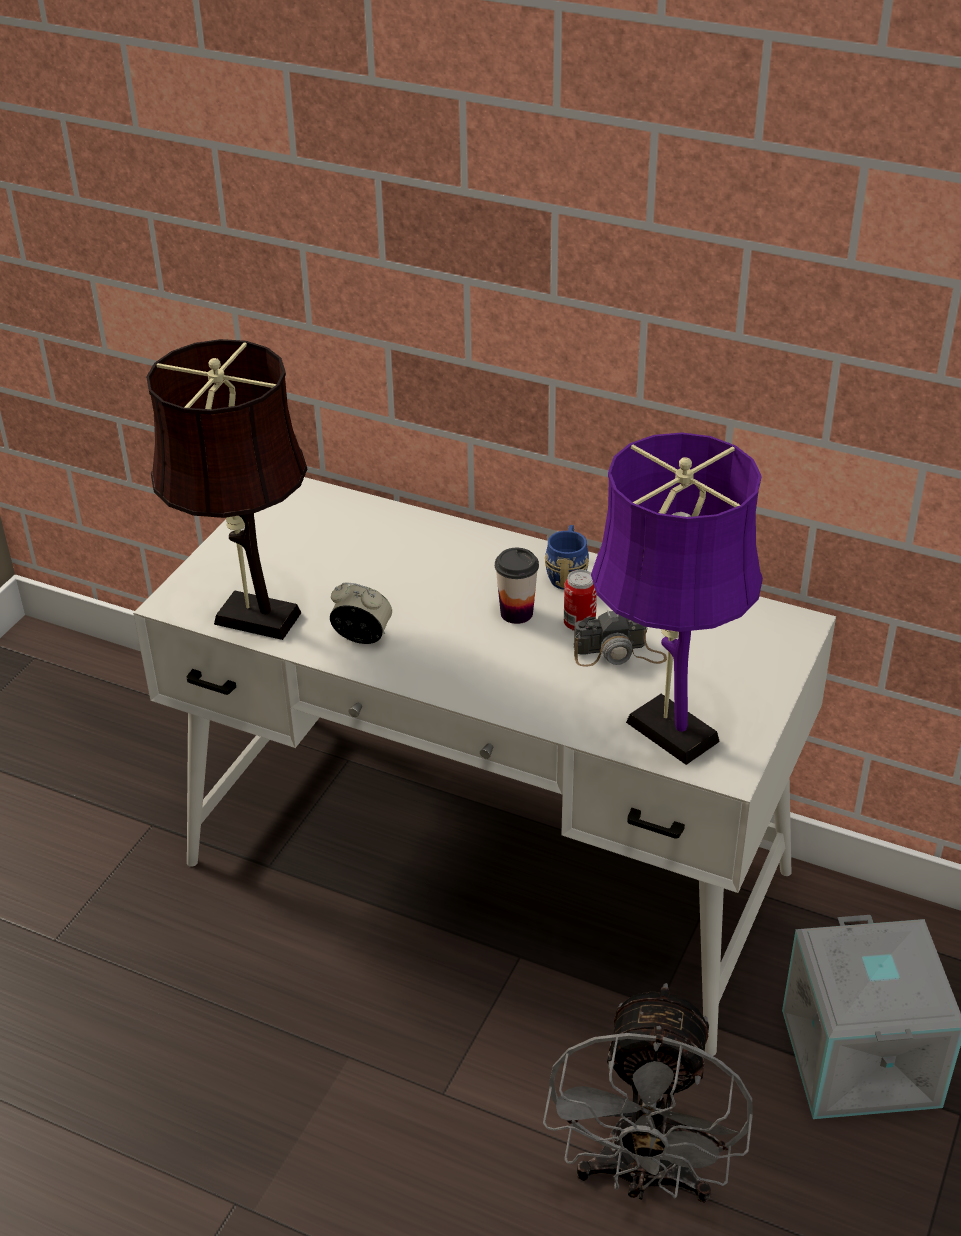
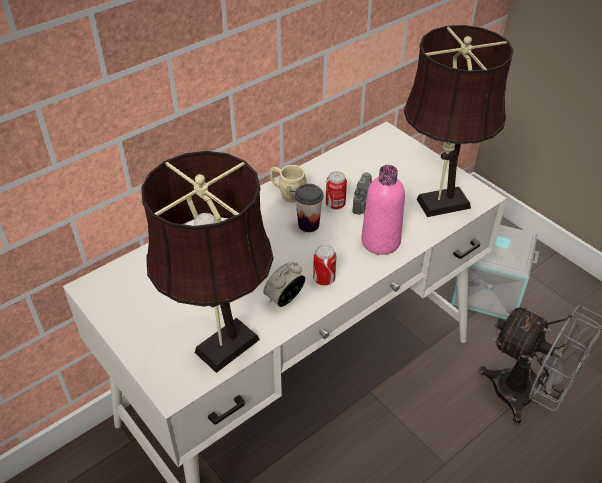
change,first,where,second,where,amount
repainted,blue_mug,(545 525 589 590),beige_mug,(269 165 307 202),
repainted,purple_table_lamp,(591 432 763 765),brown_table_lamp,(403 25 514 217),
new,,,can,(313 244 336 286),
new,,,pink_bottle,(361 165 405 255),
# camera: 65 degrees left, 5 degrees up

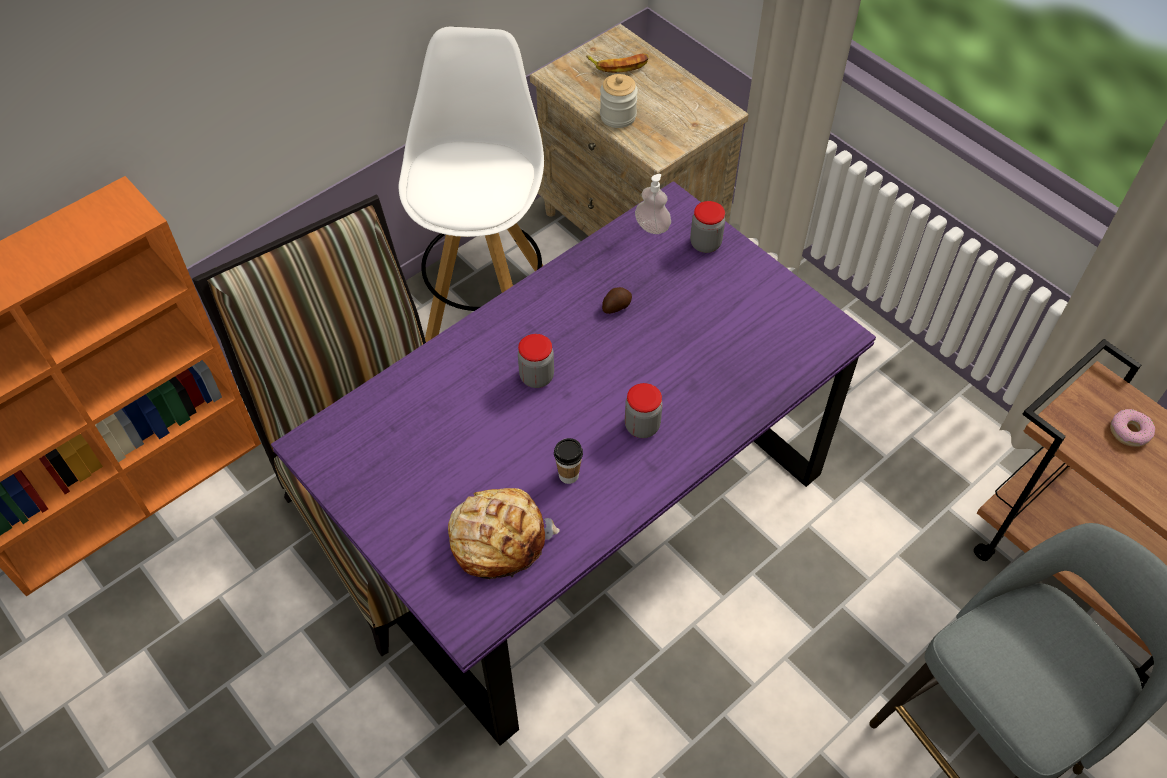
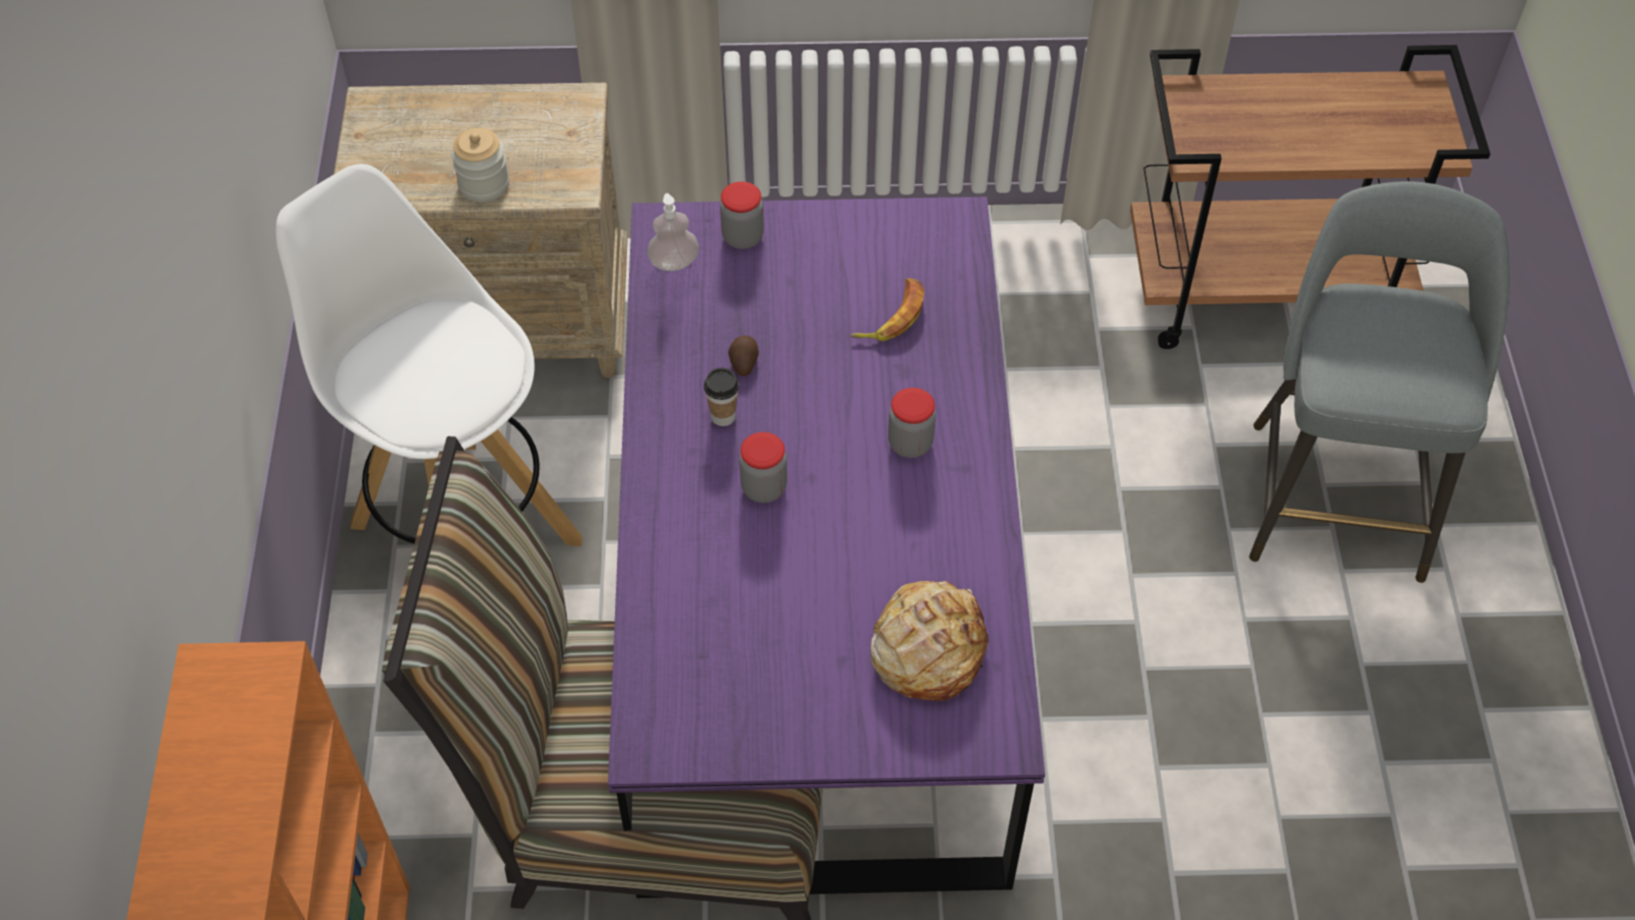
change,first,where,second,where,amount
shifted,cup,(554 438 583 484),,(704 368 739 426),
shifted,banana,(586 53 649 73),,(850 278 925 341),
gone,donut,(1110 409 1155 447),,,
# camera: 50 degrees left, 0 degrees up

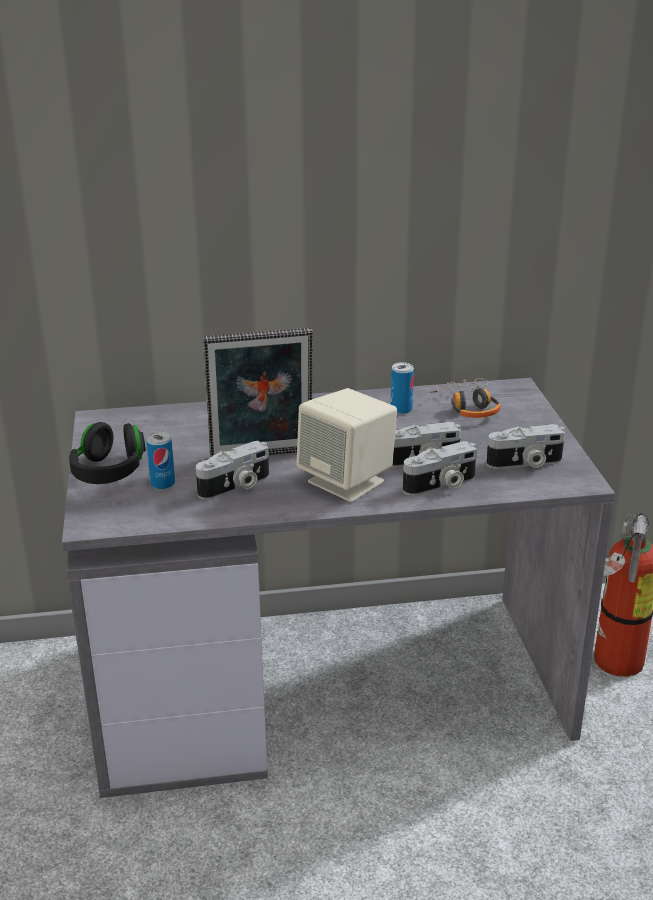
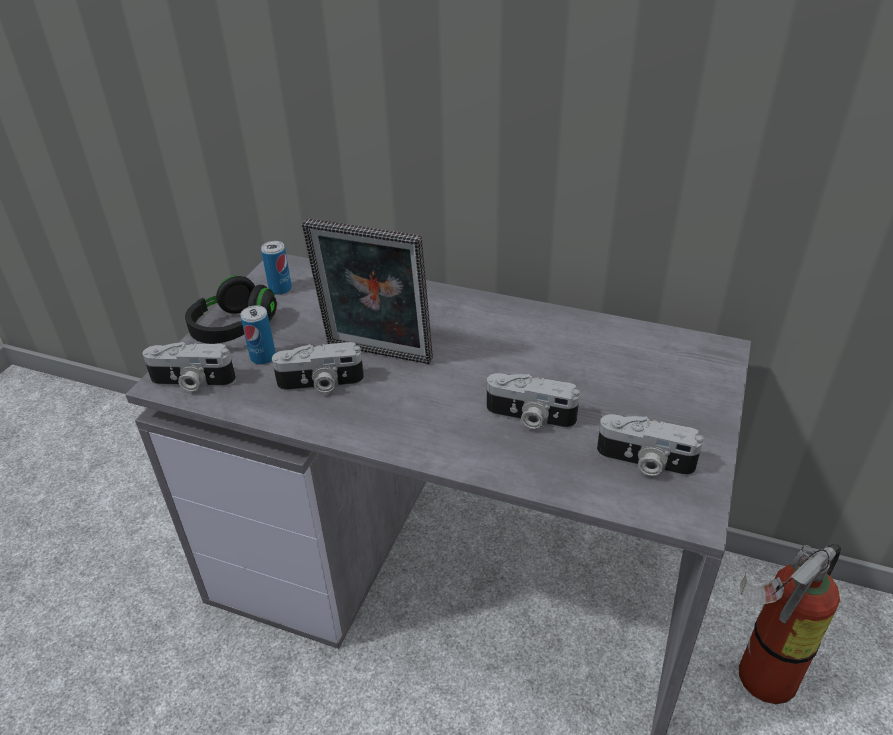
change,first,where,second,where,amount
gone,beige_speaker,(296 388 397 502),,,
shifted,can,(391 362 414 414),,(261 241 292 295),
shifted,photo_camera,(403 441 477 496),,(142 342 236 391),
gone,headphones,(430 378 501 418),,,
# camera: 30 degrees right, 10 degrees up

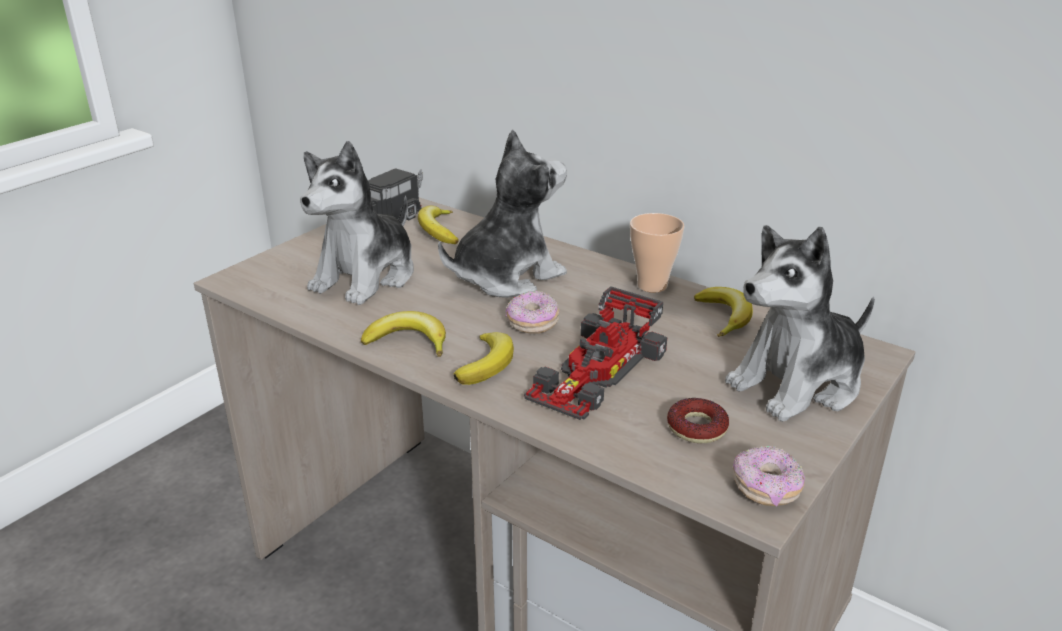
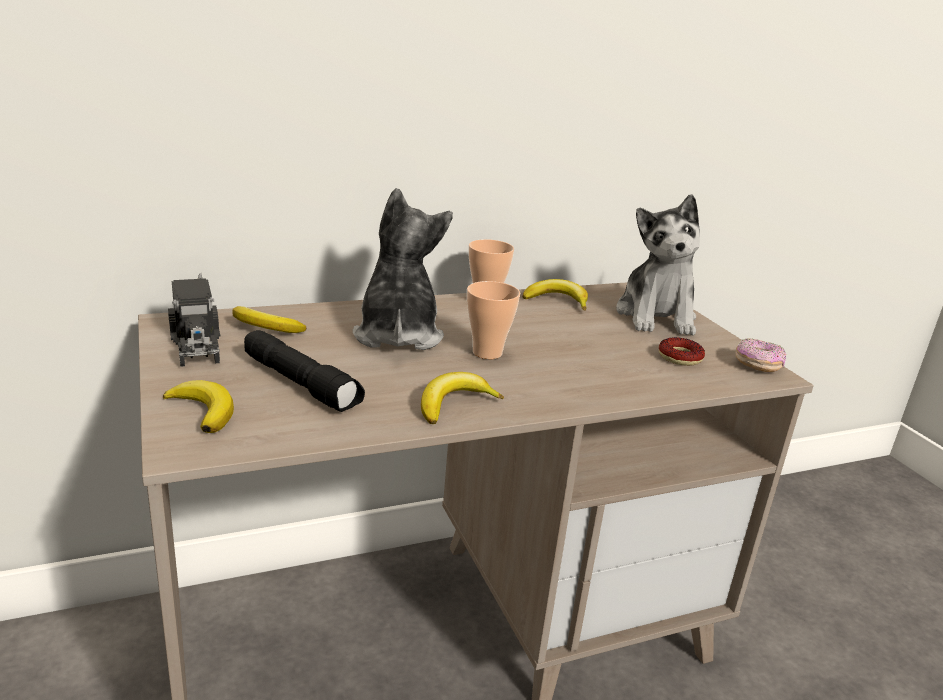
change,first,where,second,where,amount
swapped,plush_toy,(300 141 414 305),black_flashlight,(244 330 365 412),
shifted,banana,(454 332 514 385),,(163 380 234 433),
swapped,donut,(506 290 559 334),cup,(467 281 520 359),
gone,toy_car,(524 286 667 420),,,
# camera: 60 degrees left, 5 degrees down

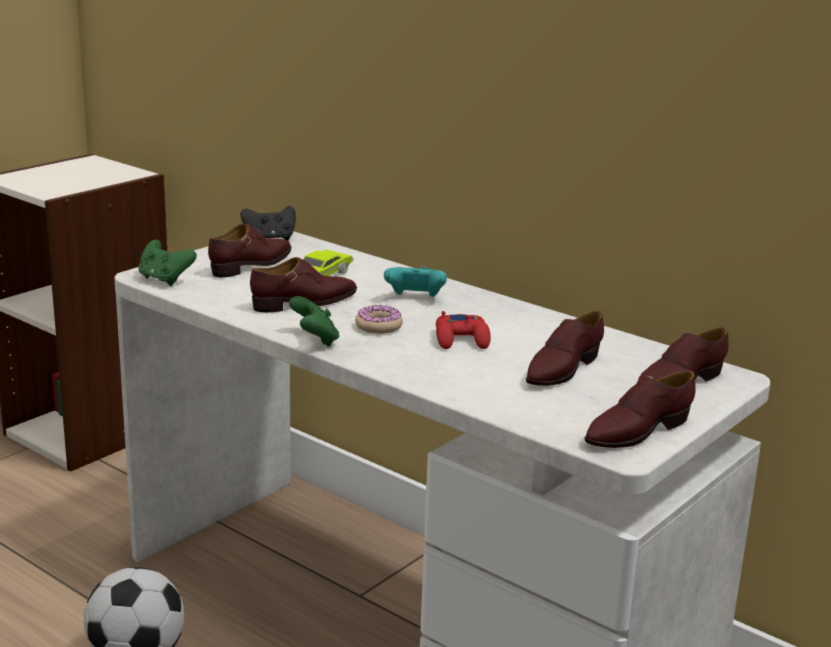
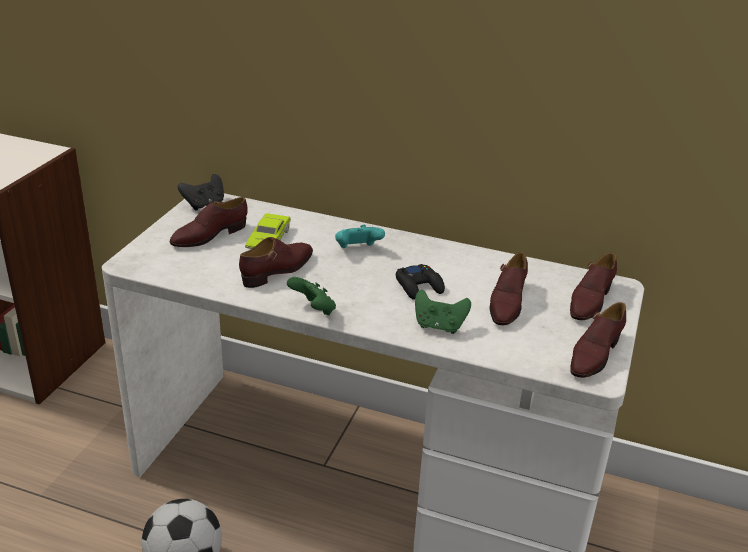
change,first,where,second,where,amount
shifted,green_game_controller,(138 240 197 286),,(415 290 471 334),
rotated,brown_shoe,(208 224 292 277),,(169 197 248 247),150 degrees counterclockwise
gone,donut,(355 305 403 334),,,
repainted,red_game_controller,(436 311 491 349),black_game_controller,(396 264 445 300),
# camera: 20 degrees left, 10 degrees up

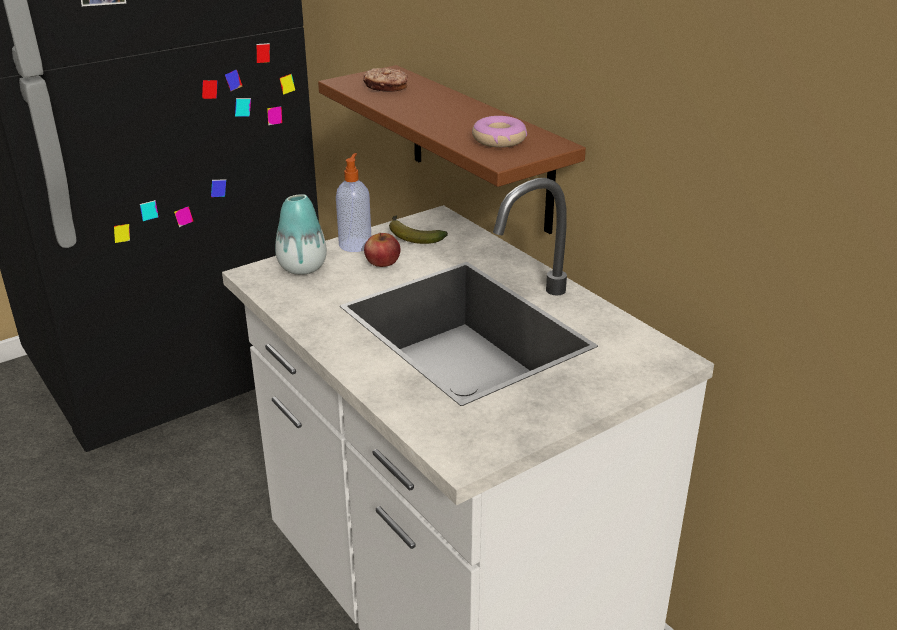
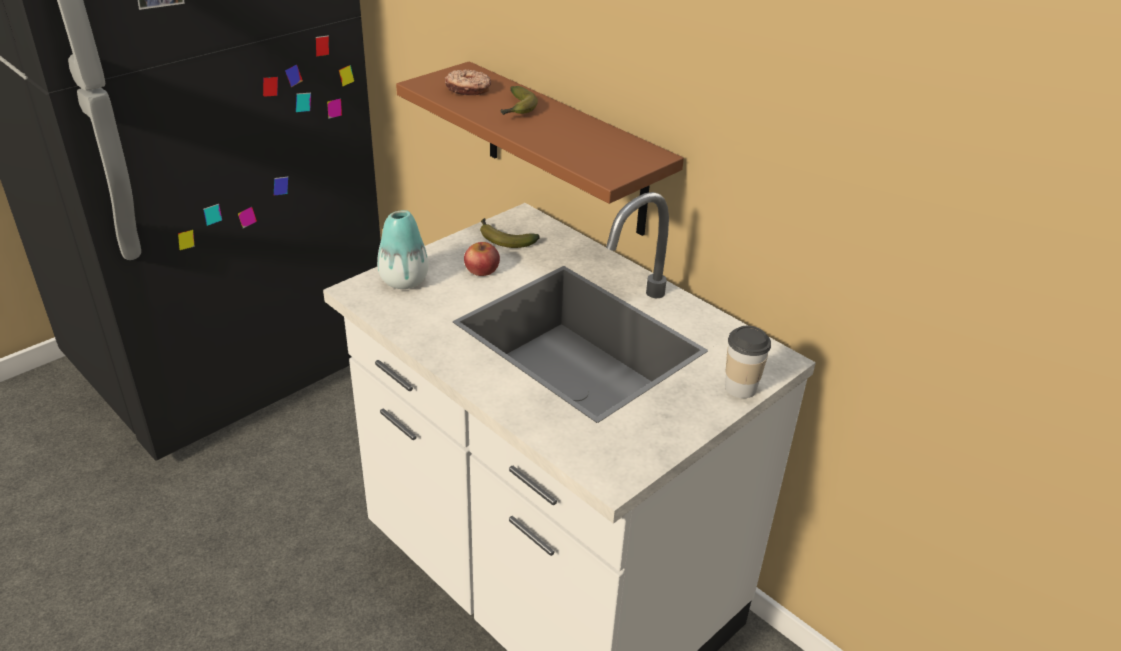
change,first,where,second,where,amount
gone,soap_dispenser,(336 153 371 252),,,
gone,donut,(472 116 527 148),,,
new,,,banana,(501 86 538 115),
new,,,cup,(725 326 771 398),
# camera: 10 degrees left, 5 degrees up

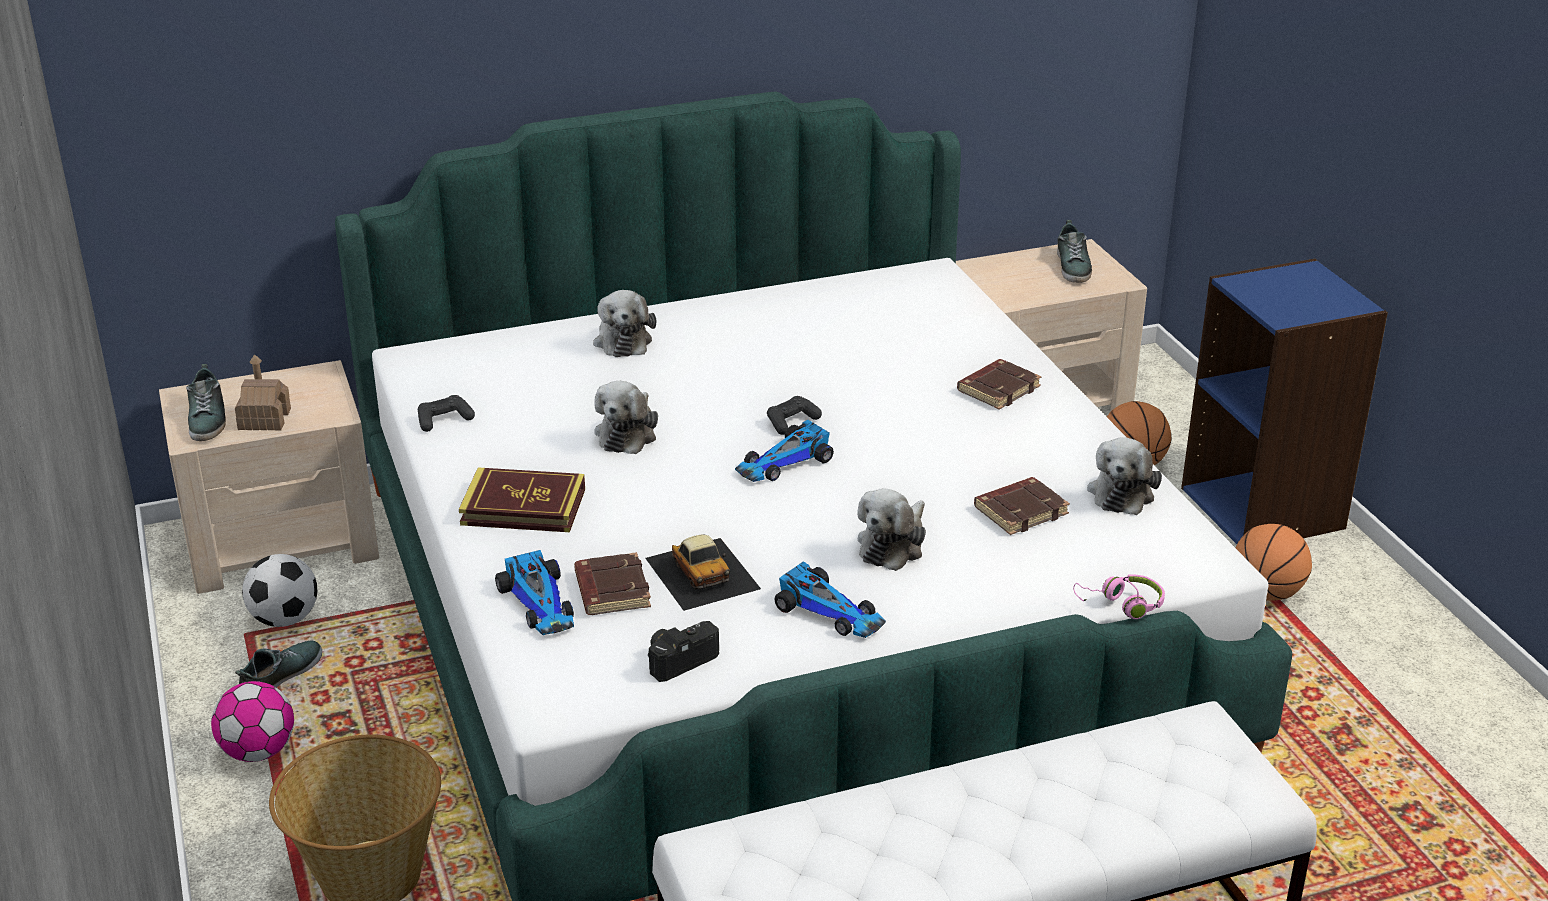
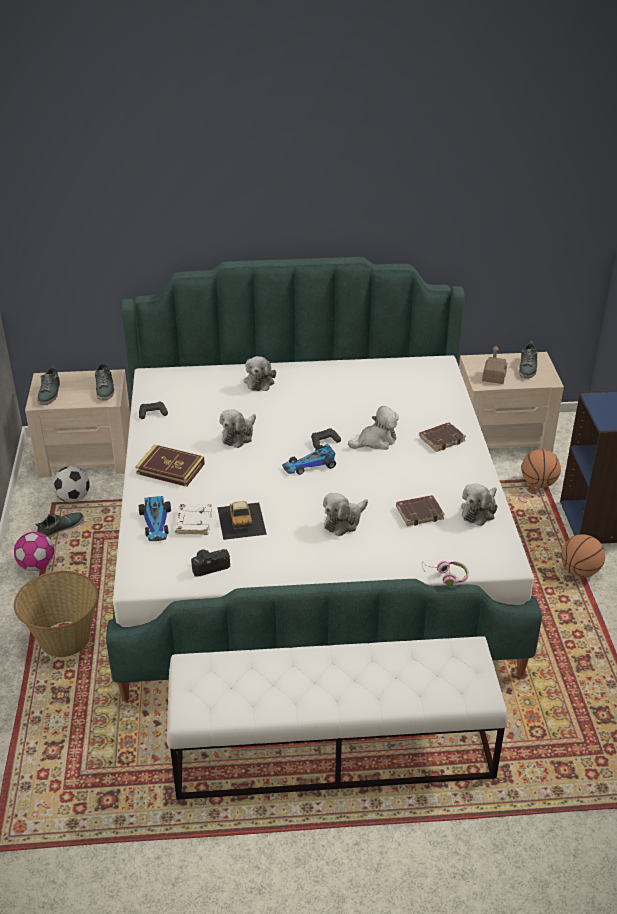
change,first,where,second,where,amount
shifted,toy_house,(235 354 291 431),,(482 346 507 384),
repainted,brown_book,(574 552 651 615),white_book,(175 504 212 535),
gone,toy_car,(774 561 886 638),,,
new,,,shoe,(95 361 114 401),
new,,,plush_toy,(348 406 399 450),
# camera: 15 degrees right, 5 degrees up

